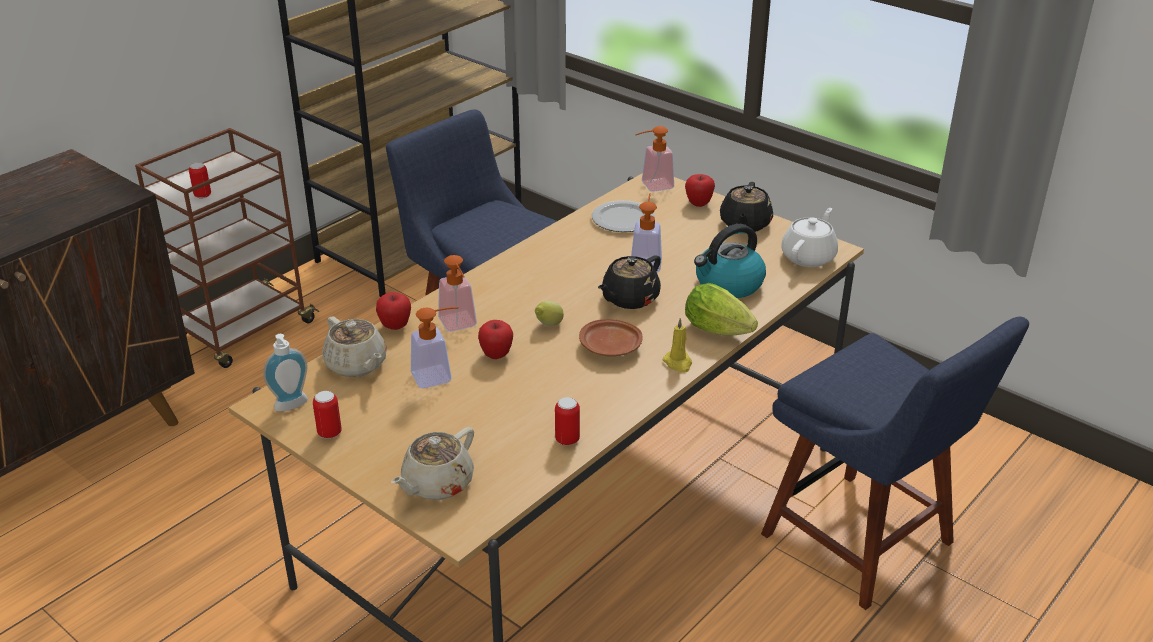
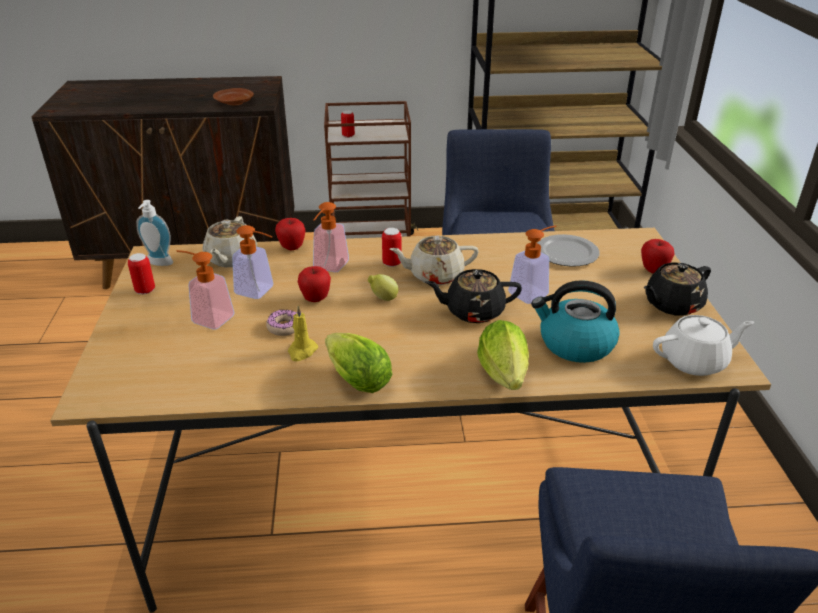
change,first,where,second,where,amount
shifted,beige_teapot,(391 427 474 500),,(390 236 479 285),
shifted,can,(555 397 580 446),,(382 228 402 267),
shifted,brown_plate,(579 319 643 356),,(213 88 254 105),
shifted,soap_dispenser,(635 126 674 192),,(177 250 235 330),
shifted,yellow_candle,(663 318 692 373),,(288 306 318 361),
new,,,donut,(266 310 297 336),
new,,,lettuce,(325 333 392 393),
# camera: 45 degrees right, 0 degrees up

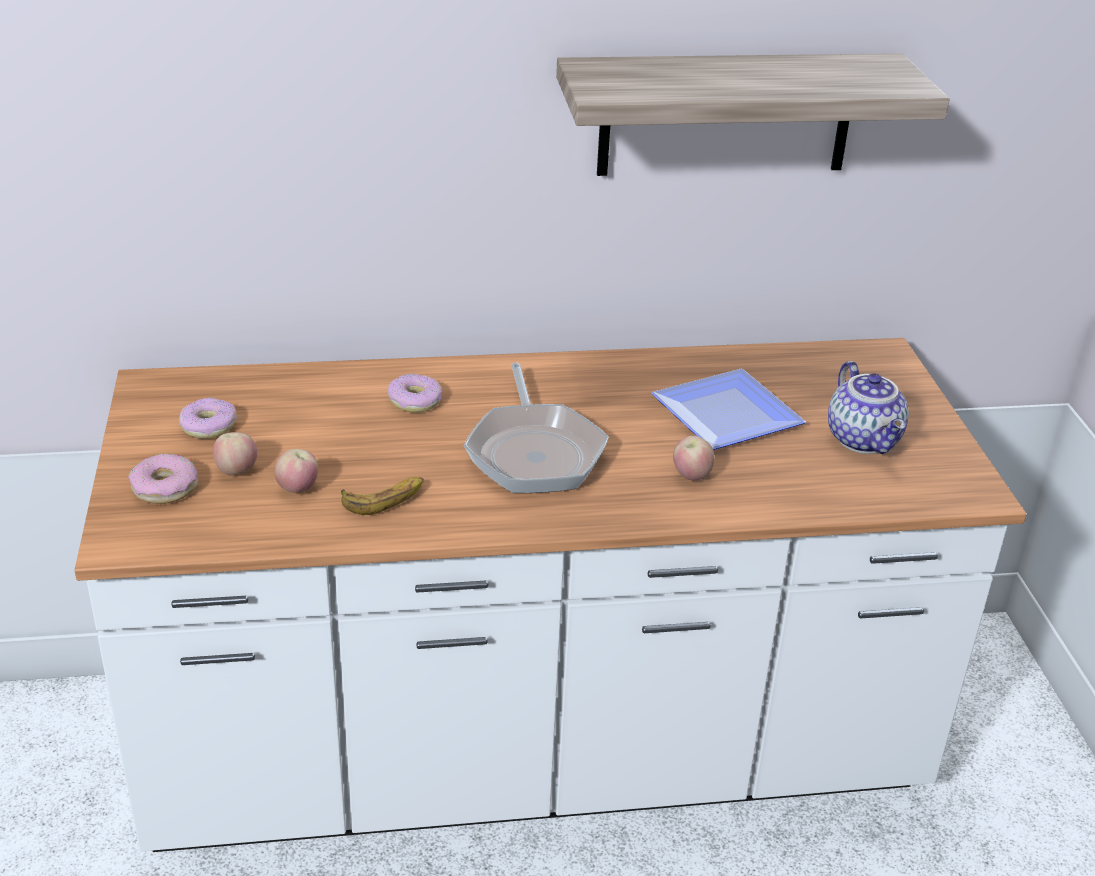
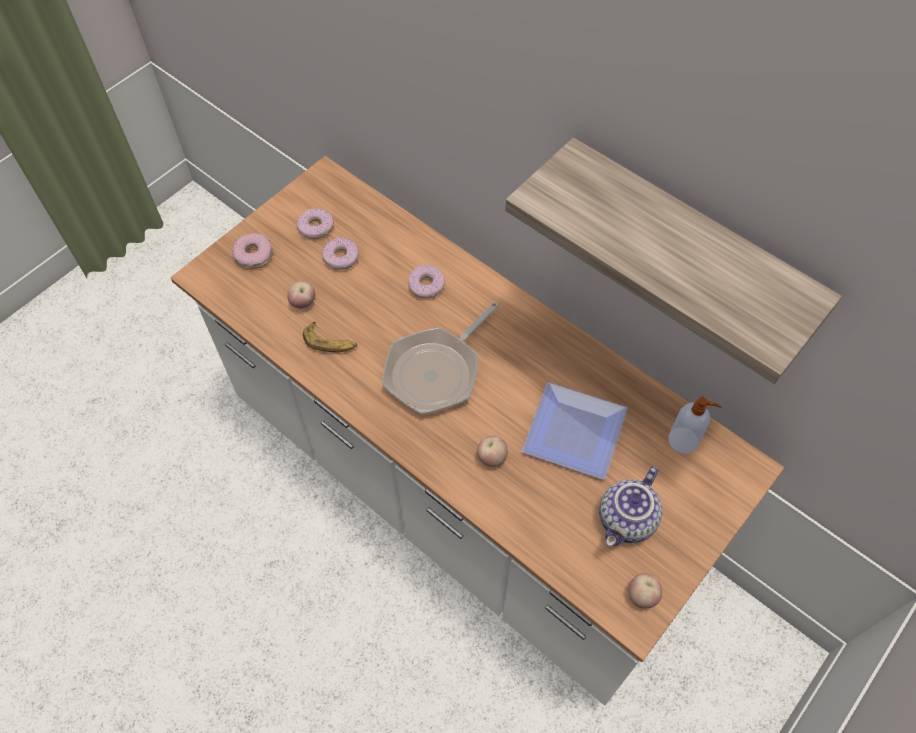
change,first,where,second,where,amount
shifted,apple,(213 432 257 475),,(628 573 662 608),
new,,,donut,(322 237 359 270),
new,,,soap_dispenser,(668 397 722 454),
# camera: 50 degrees right, 25 degrees up

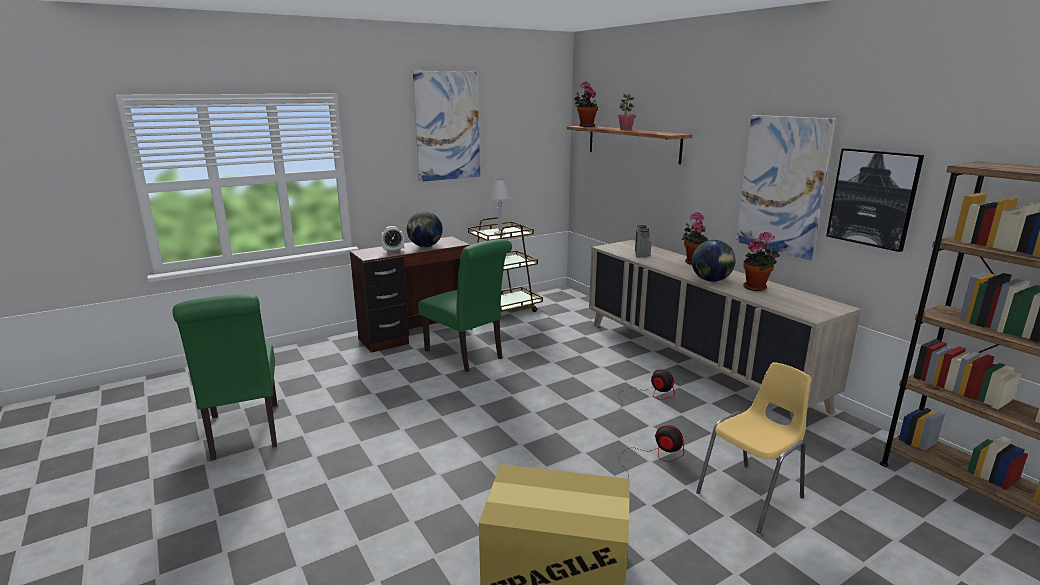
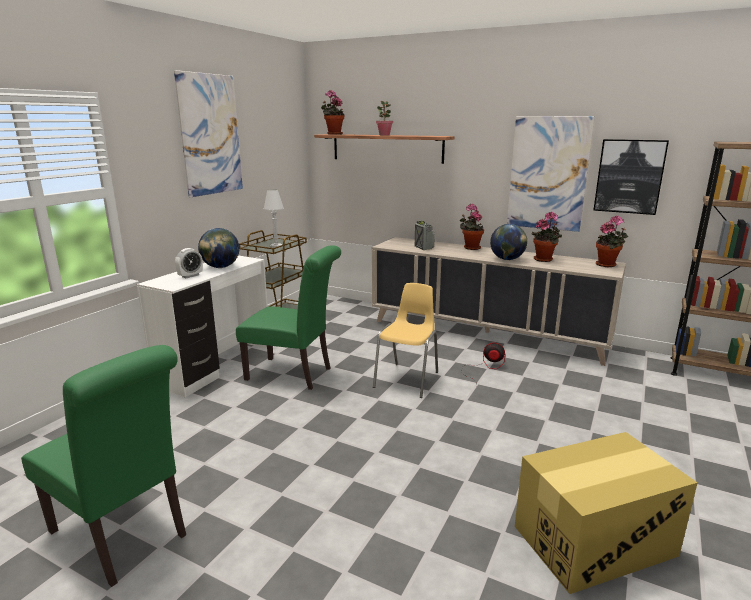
change,first,where,second,where,amount
repainted,brown_desk,(350 236 472 353),white_desk,(137 255 268 397),
gone,fan,(619 425 684 478),,,
shifted,yellow_chair,(696 362 811 533),,(373 283 438 398),
new,,,potted_plant,(596 216 628 267),
# camera: 30 degrees left, 0 degrees up

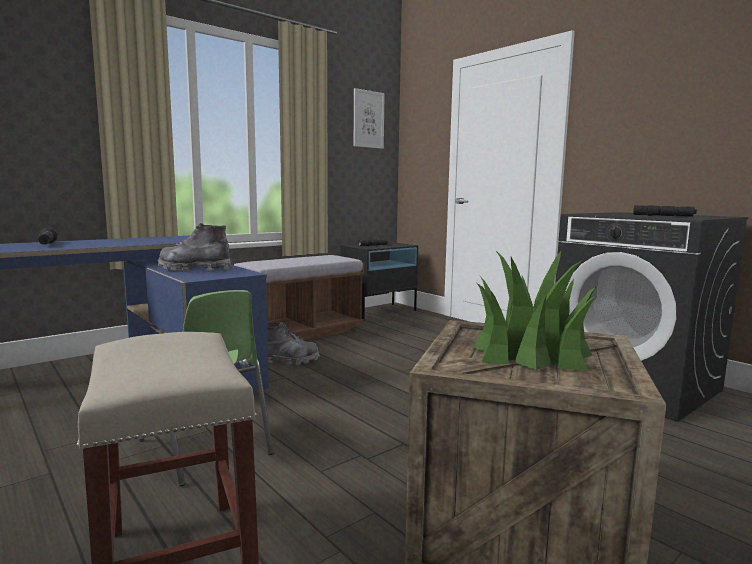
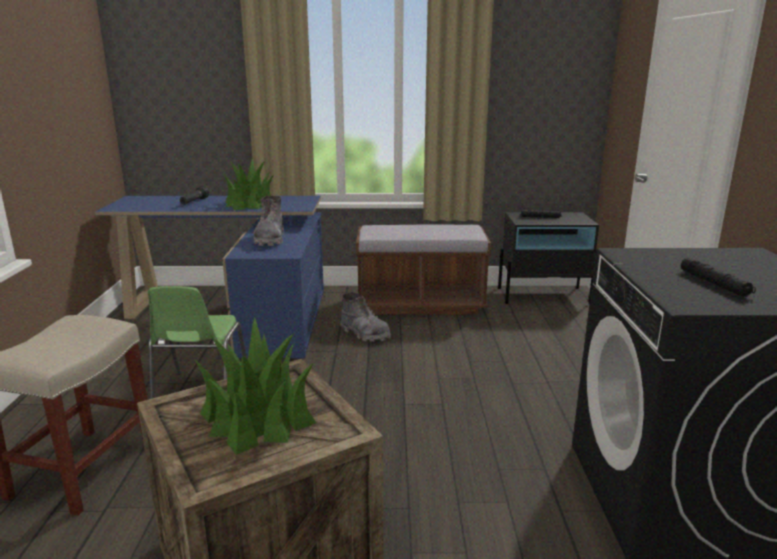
change,first,where,second,where,amount
rotated,grey_boot,(158 223 232 271),,(254 196 284 246),135 degrees counterclockwise
gone,picture,(354 88 385 149),,,
new,,,potted_plant,(223 158 273 210),
# camera: 40 degrees right, 10 degrees up

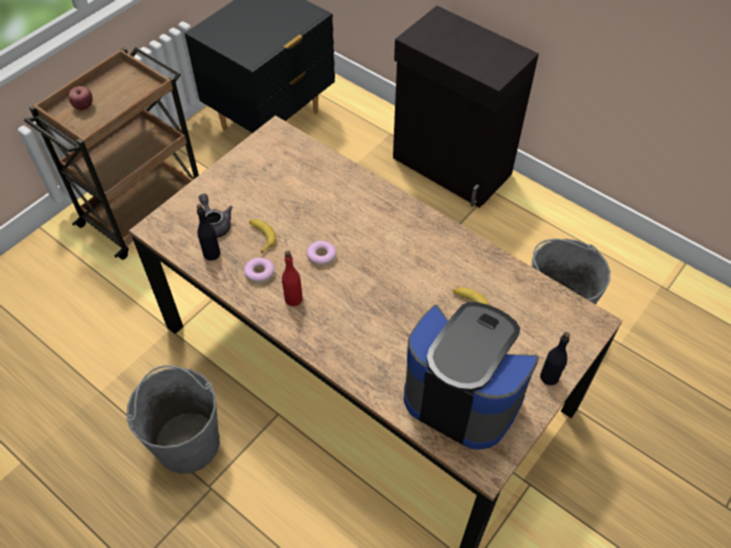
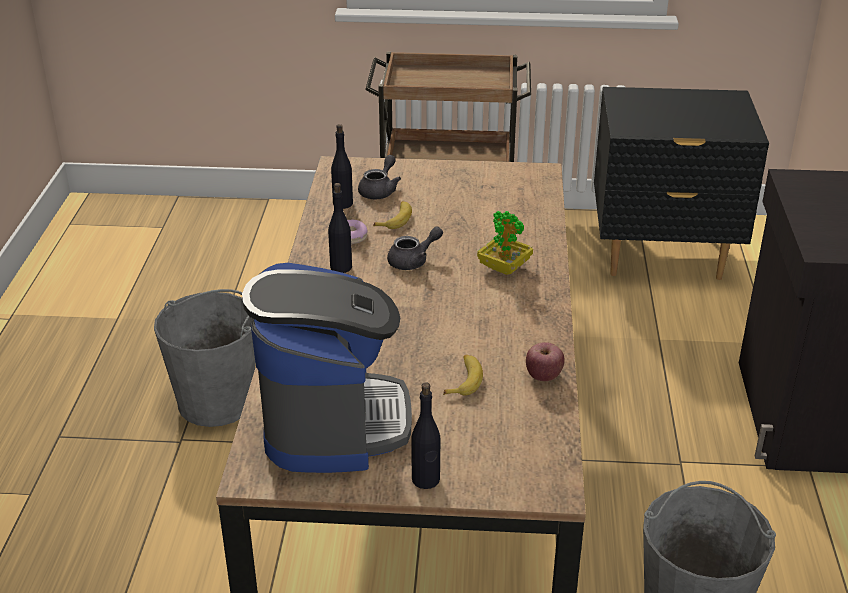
change,first,where,second,where,amount
shifted,apple,(68 86 93 110),,(526 342 565 381),
repainted,red_bottle,(282 250 303 306),black_bottle,(328 183 352 273),
swapped,donut,(307 241 336 266),grey_teapot,(387 227 443 270),
new,,,potted_plant,(477 211 533 275),
# camera: 55 degrees right, 20 degrees down

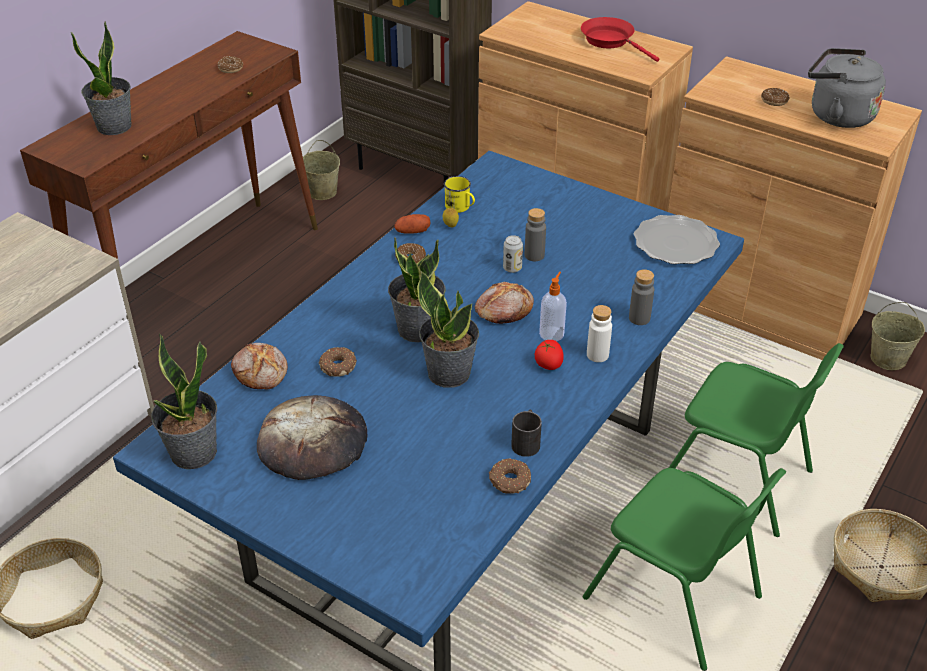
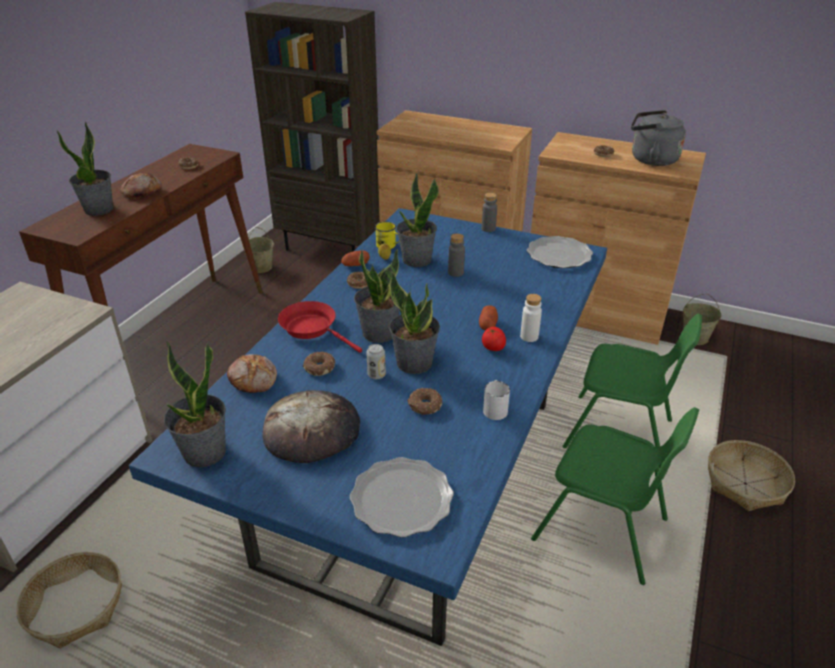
change,first,where,second,where,amount
shifted,bread,(475 282 534 324),,(120 173 162 198),
shifted,donut,(489 459 531 494),,(407 388 442 415),
shifted,can,(503 235 523 273),,(366 344 386 379),
repainted,black_mug,(511 410 542 457),white_mug,(483 380 510 420),
swapped,soap_dispenser,(539 272 567 341),potato,(479 305 498 330),
shifted,red_frying_pan,(581 17 659 62),,(278 301 362 353),
shifted,grey_bottle,(629 269 654 325),,(482 193 497 232),
new,,,plate,(350 457 454 538),
new,,,potted_plant,(396 173 439 267),
# camera: 10 degrees left, 5 degrees down

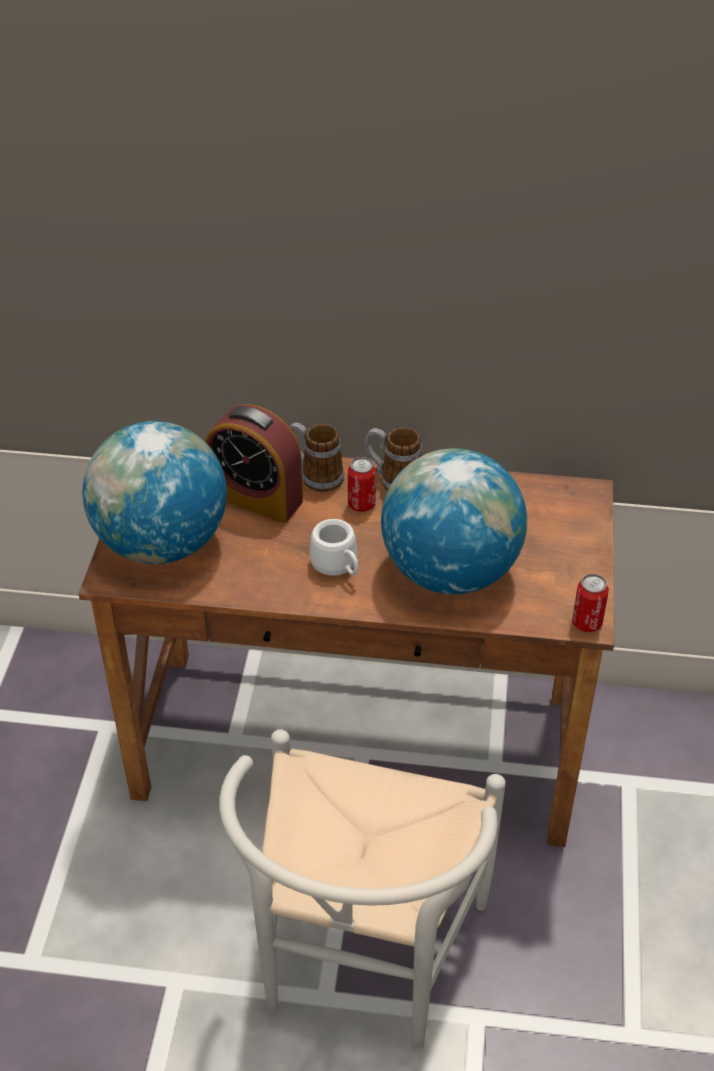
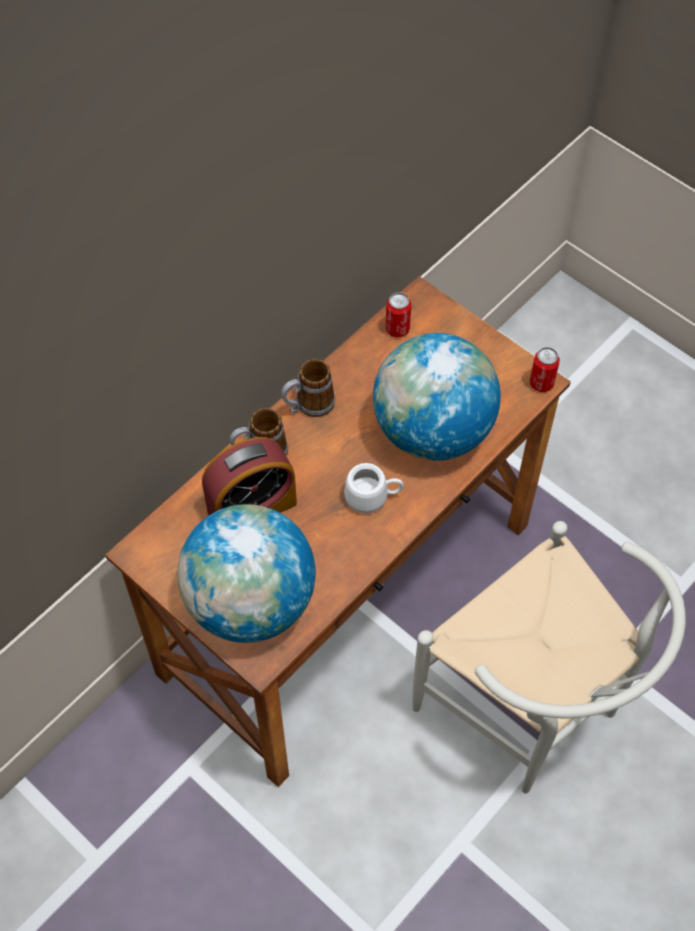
change,first,where,second,where,amount
shifted,can,(348 457 376 512),,(386 292 411 337),
# camera: 55 degrees left, 15 degrees up

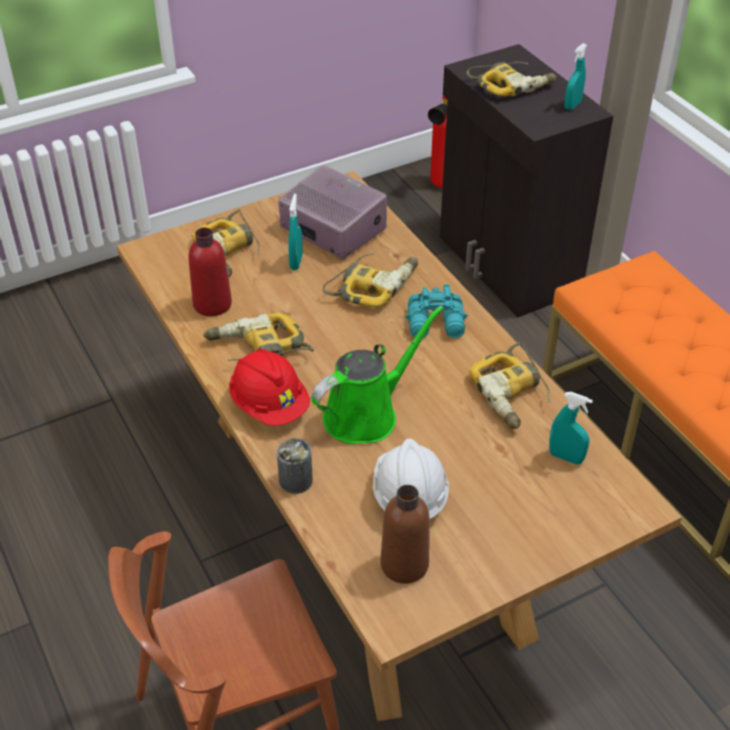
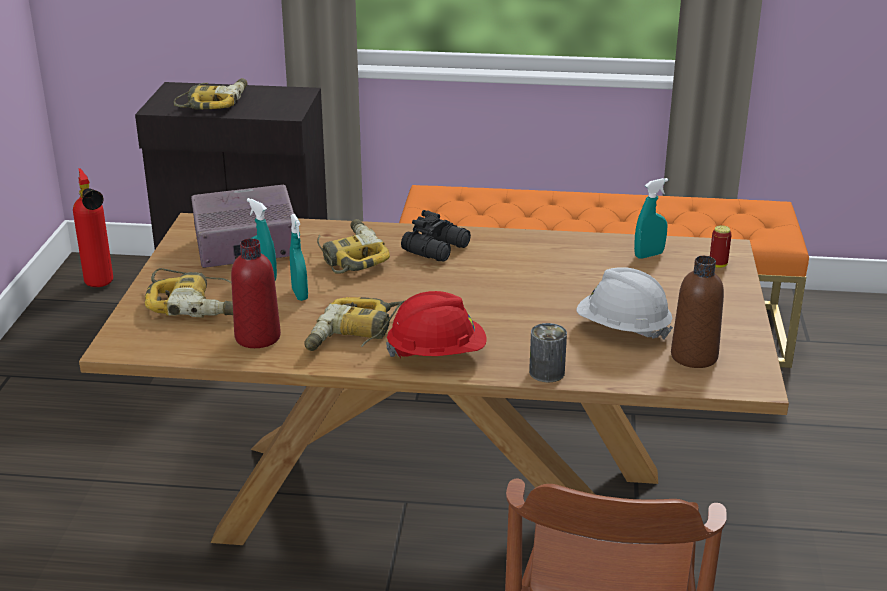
change,first,where,second,where,amount
gone,green_watering_can,(311 306 444 444),,,
repainted,turquoise_binoculars,(405 284 468 338),black_binoculars,(401 210 471 262),
gone,power_drill,(469 342 550 429),,,
shifted,turquoise_spray_bottle,(564 43 587 110),,(290 214 308 301),
new,,,can,(710 225 732 268),
# camera: 55 degrees left, 15 degrees down

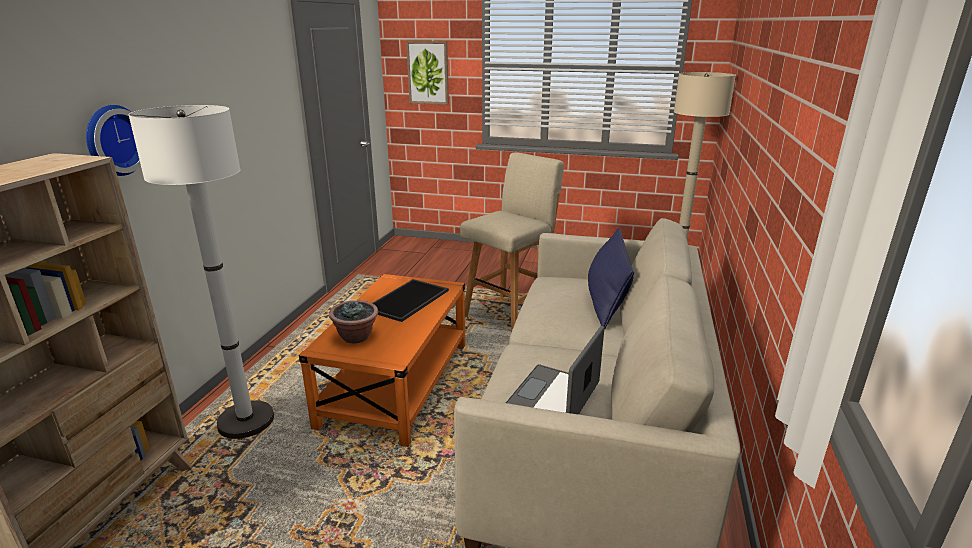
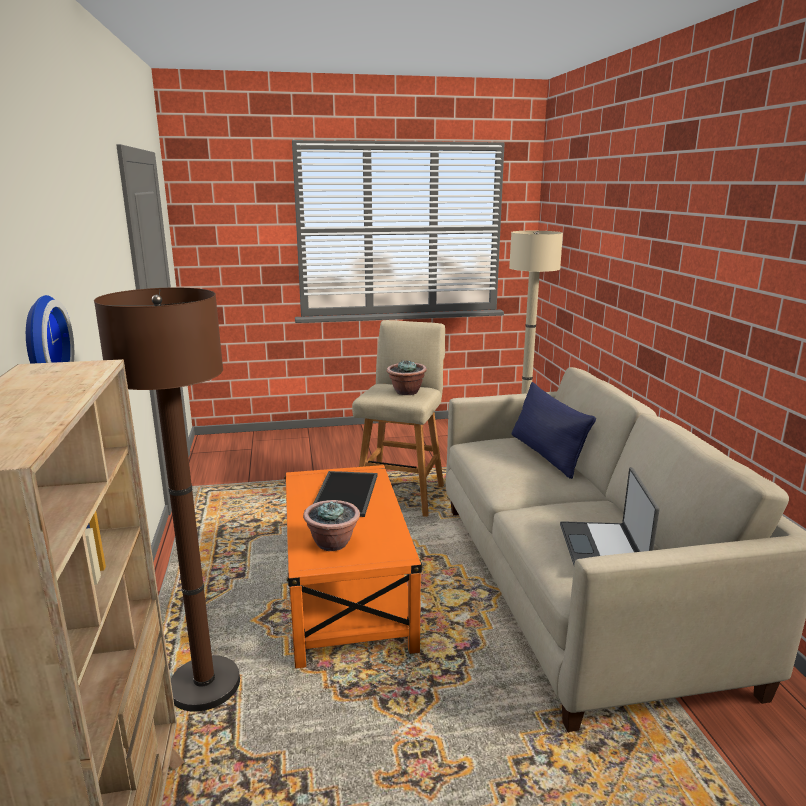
change,first,where,second,where,amount
repainted,white_floor_lamp,(128 105 274 439),brown_floor_lamp,(94 288 240 712),
gone,picture,(406 41 449 105),,,
new,,,potted_plant,(387 360 427 395),
# camera: 25 degrees left, 5 degrees down

